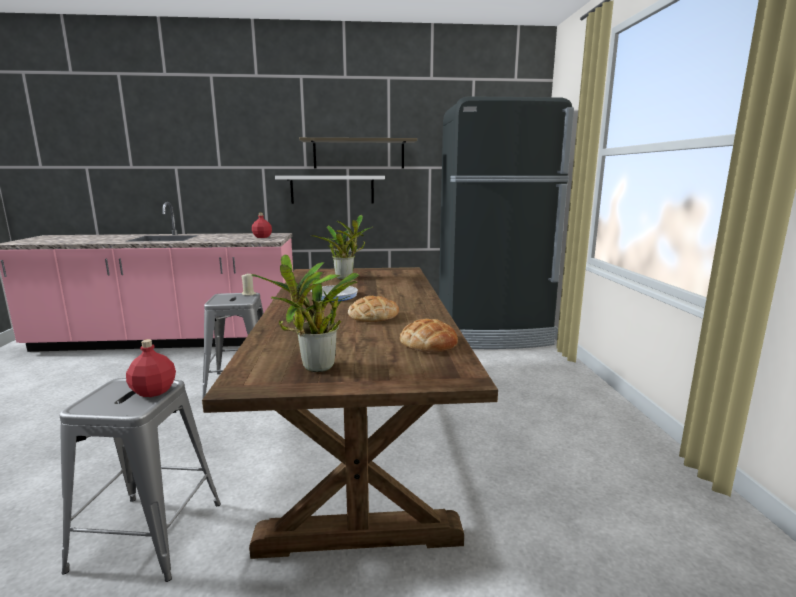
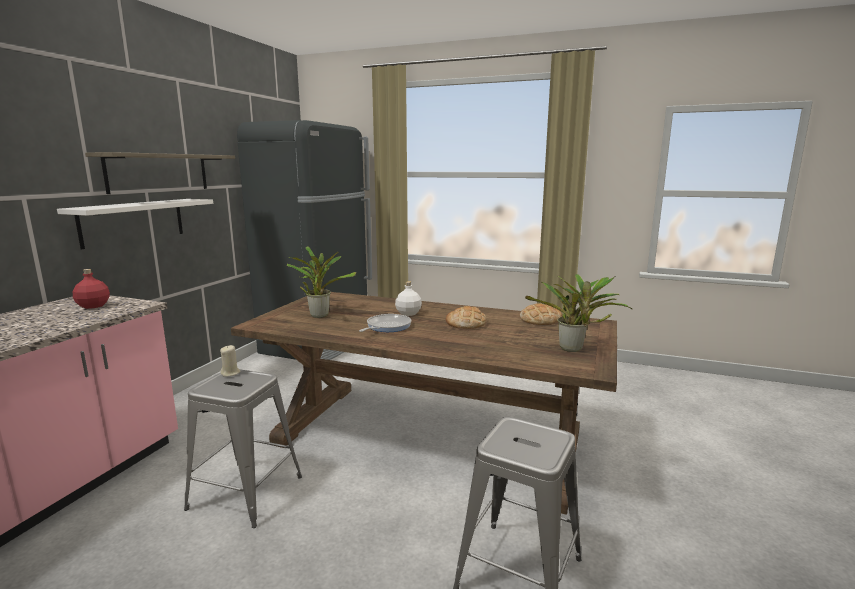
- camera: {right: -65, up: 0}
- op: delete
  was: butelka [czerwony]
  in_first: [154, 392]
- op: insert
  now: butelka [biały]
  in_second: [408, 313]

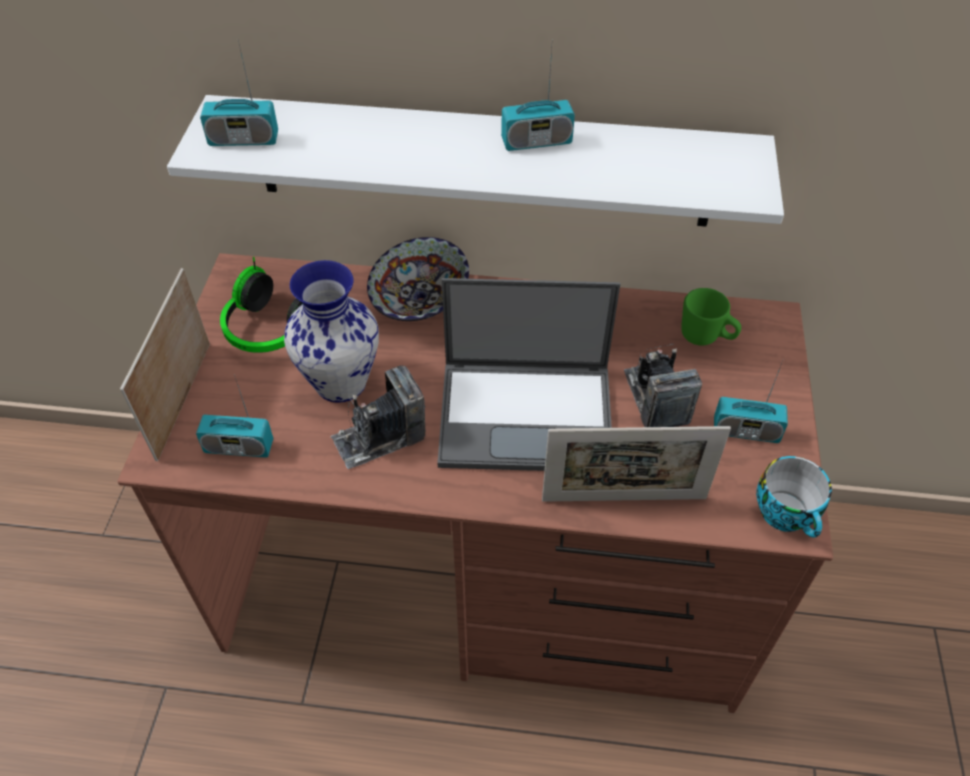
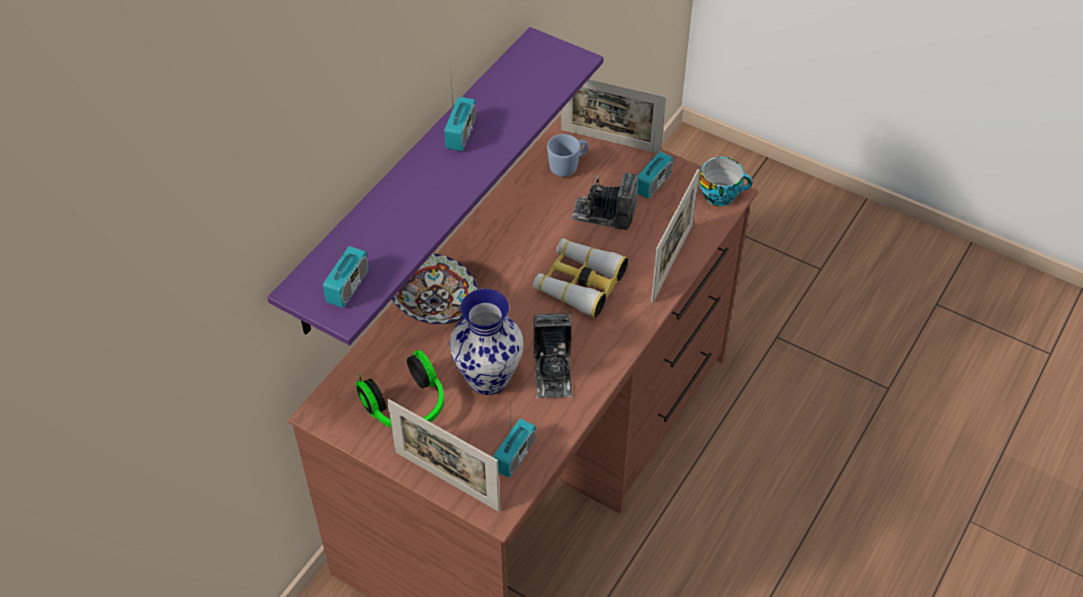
- camera: {right: -65, up: 0}
- op: insert
  now: ramka na zdjęcie
  in_second: [610, 141]
- op: replace
  was: laptop
  now: lornetka
  in_first: [528, 414]
  in_second: [579, 283]
- op: recolor
  was: półka [biały]
  now: półka [fioletowy]
  in_first: [483, 162]
  in_second: [413, 181]
- op: recolor
  was: kubek [zielony]
  now: kubek [niebieski]
  in_first: [706, 337]
  in_second: [568, 166]

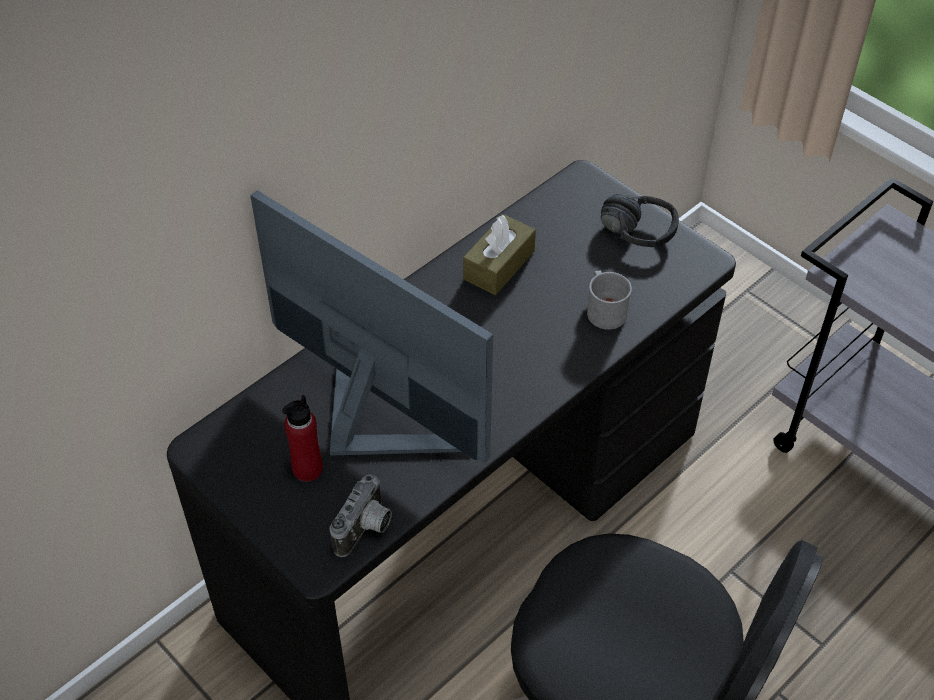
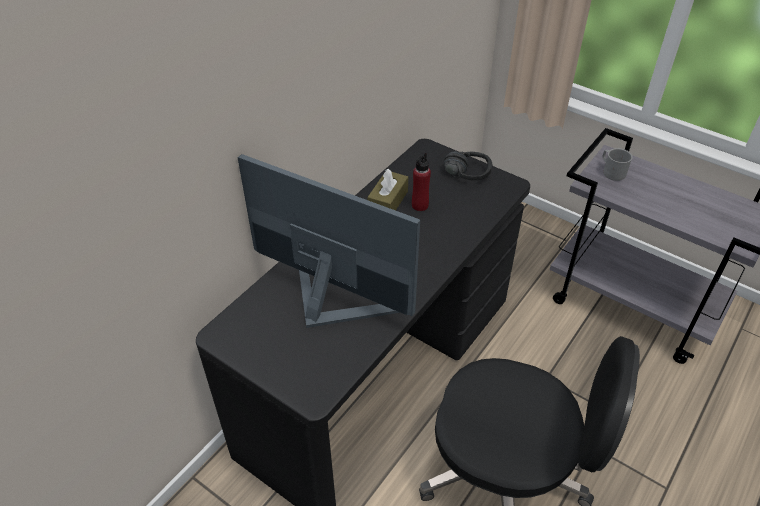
- camera: {right: -10, up: -5}
- op: delete
  was: aparat fotograficzny
  in_first: [366, 529]
- op: move
  was: butelka [czerwony]
  in_first: [307, 469]
  in_second: [420, 205]
- op: move
  was: kubek [szary]
  in_first: [604, 309]
  in_second: [611, 171]

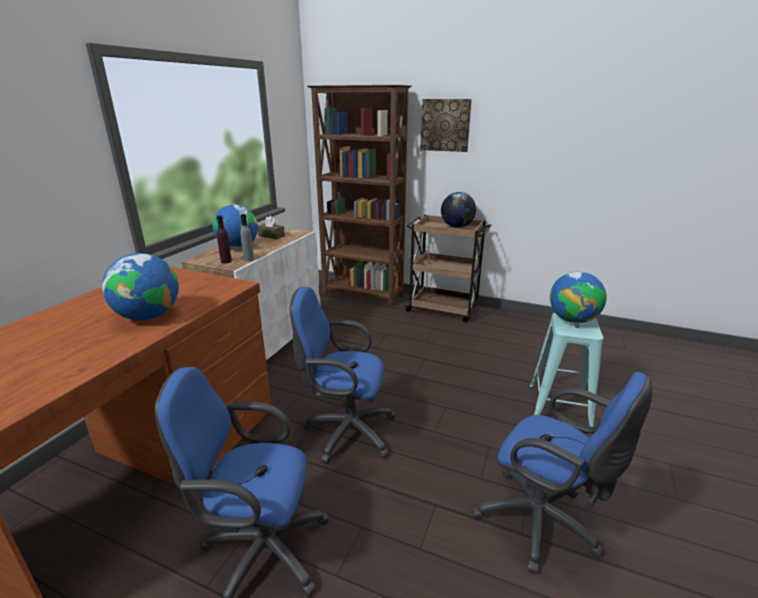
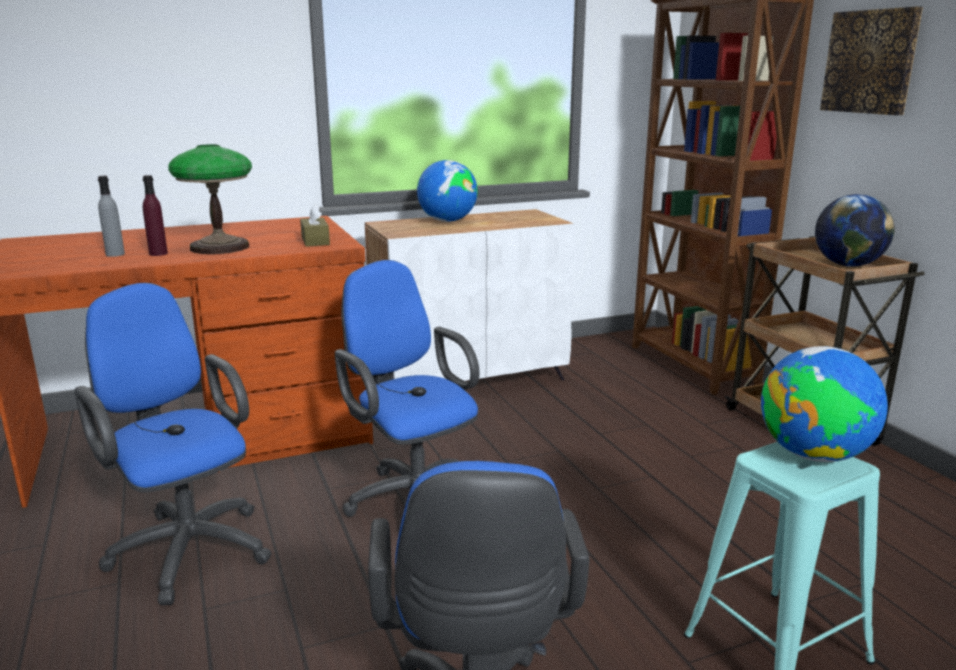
- camera: {right: 45, up: -5}
- op: move
  was: butelka [fioletowy]
  in_first: [226, 261]
  in_second: [158, 253]
- op: move
  was: butelka [szary]
  in_first: [249, 259]
  in_second: [115, 254]
- op: move
  was: pudełko chusteczek [brązowy]
  in_first: [271, 236]
  in_second: [315, 241]
- op: replace
  was: globus
  now: lampa stołowa
  in_first: [148, 316]
  in_second: [219, 247]

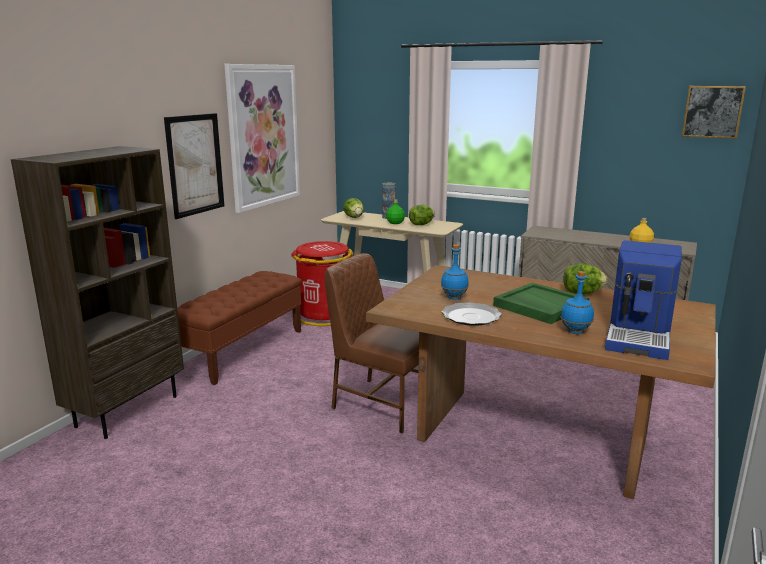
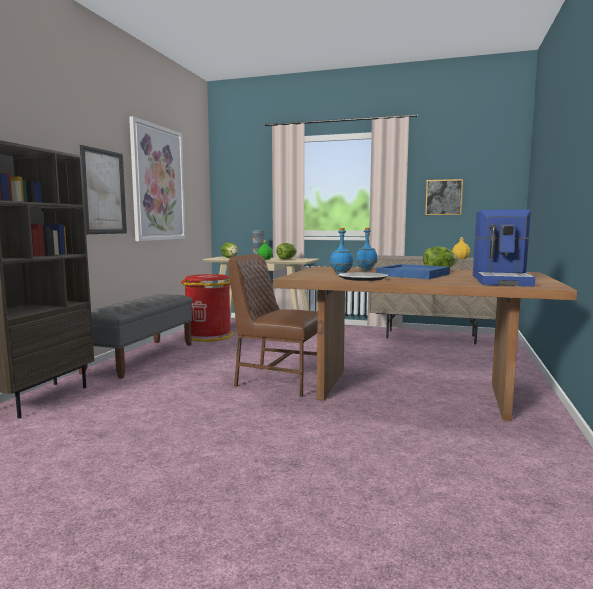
- camera: {right: -10, up: -10}
- op: move
  was: butelka [niebieski]
  in_first: [575, 331]
  in_second: [366, 270]
- op: move
  was: obraz
  in_first: [712, 112]
  in_second: [443, 197]
- op: recolor
  was: ławka [brązowy]
  now: ławka [szary]
  in_first: [241, 350]
  in_second: [141, 357]
- op: recolor
  was: taca [zielony]
  now: taca [niebieski]
  in_first: [539, 306]
  in_second: [412, 274]

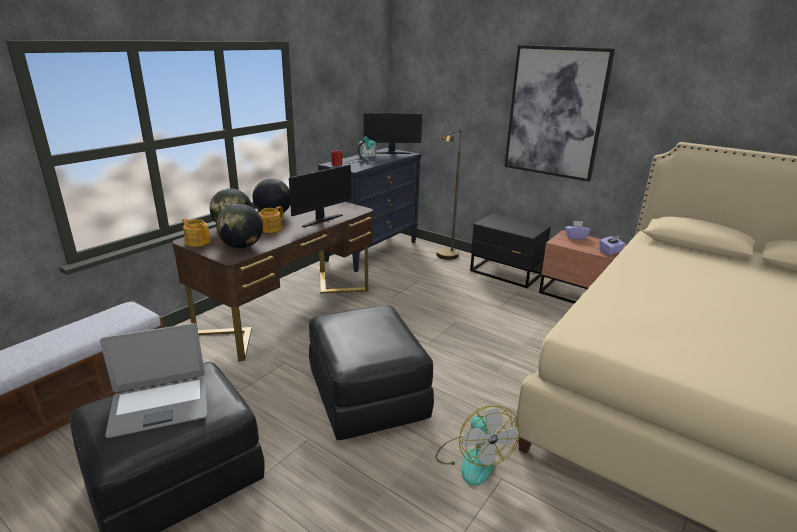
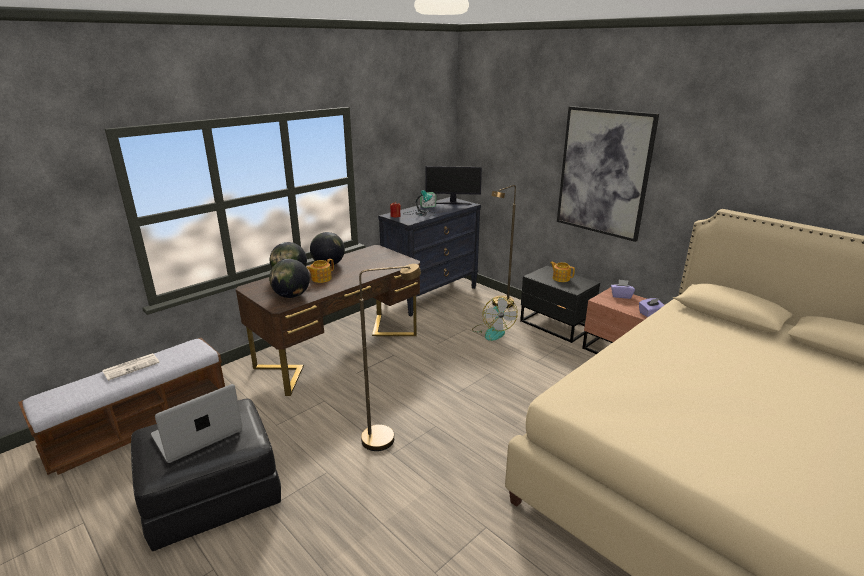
- camera: {right: 10, up: 0}
- op: delete
  was: monitor
  in_first: [321, 220]
- op: insert
  now: gazeta
  in_second: [132, 366]
- op: move
  was: imbryk
  in_first: [198, 241]
  in_second: [560, 278]
- op: move
  was: wentylator
  in_first: [472, 459]
  in_second: [493, 331]
- op: replace
  was: pufa [czarny]
  now: lampa stojąca [brązowy]
  in_first: [366, 395]
  in_second: [387, 437]
- op: rotate
  was: laptop
  in_first: [160, 406]
  in_second: [198, 434]
  clockwise: 150

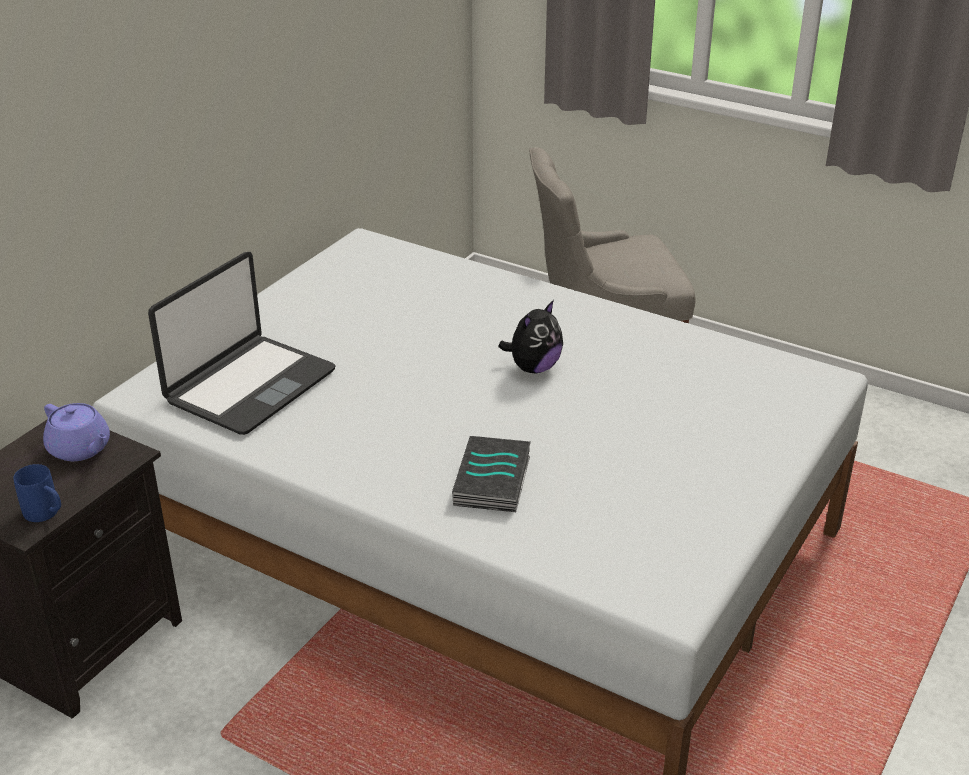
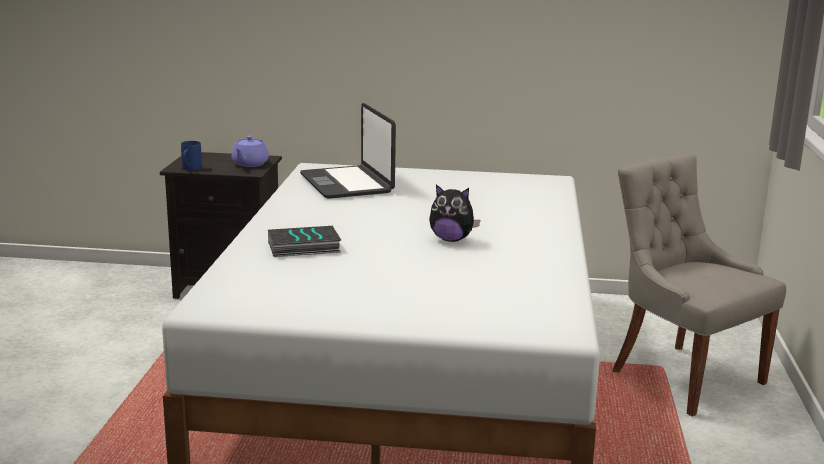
- camera: {right: 65, up: -15}
- op: rotate
  was: laptop
  in_first: [249, 386]
  in_second: [347, 184]
  clockwise: 60

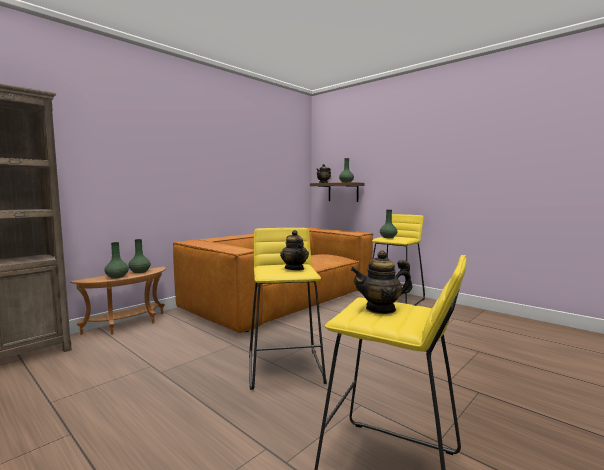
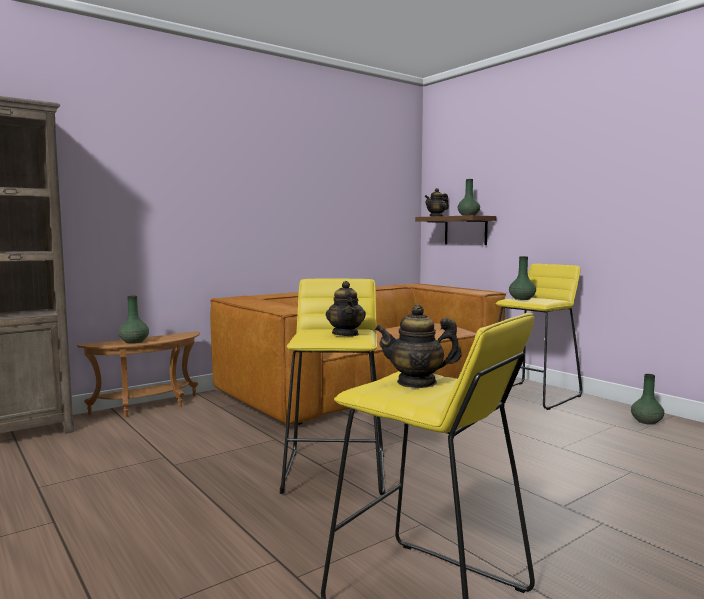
- camera: {right: 10, up: 0}
- op: move
  was: wazon [zielony]
  in_first: [139, 272]
  in_second: [646, 422]

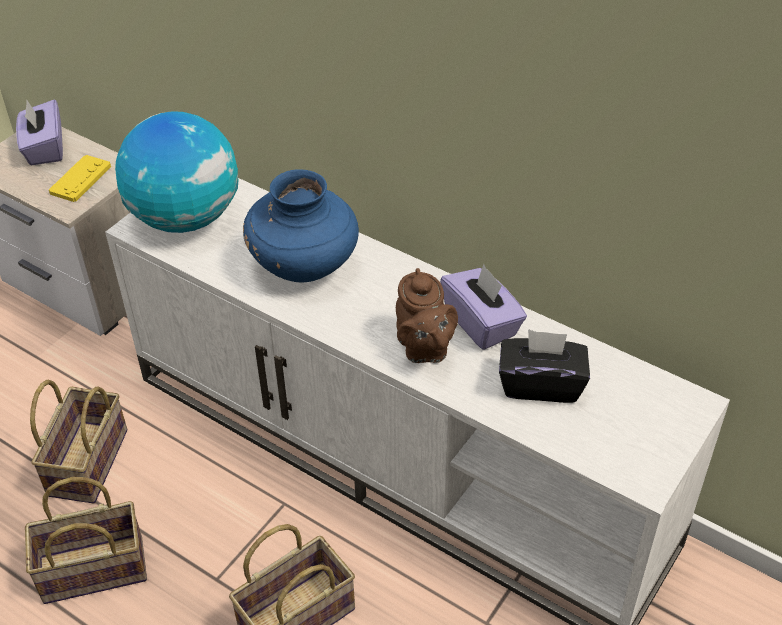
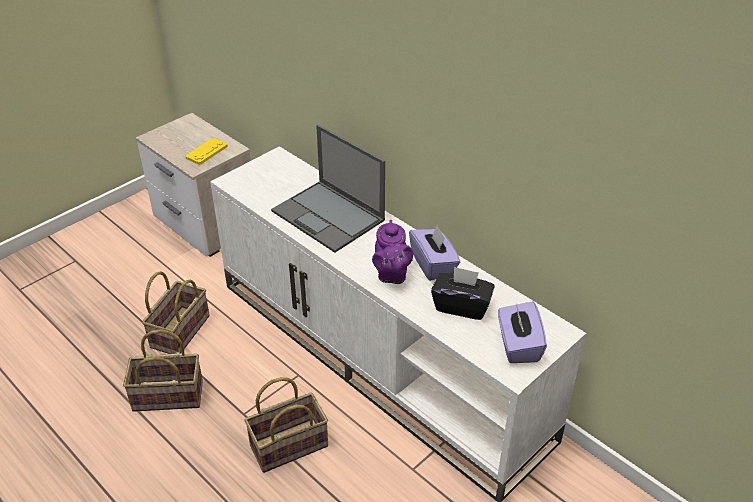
- camera: {right: 10, up: -5}
- op: delete
  was: globus
  in_first: [185, 218]
- op: move
  was: pudełko chusteczek [fioletowy]
  in_first: [44, 149]
  in_second: [518, 345]
- op: replace
  was: wazon [niebieski]
  now: laptop
  in_first: [305, 265]
  in_second: [329, 216]
- op: recolor
  was: imbryk [brązowy]
  now: imbryk [fioletowy]
  in_first: [424, 349]
  in_second: [391, 275]

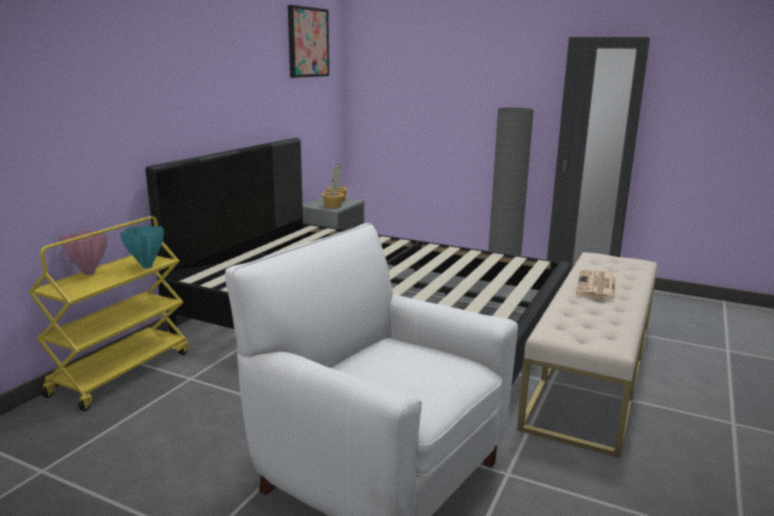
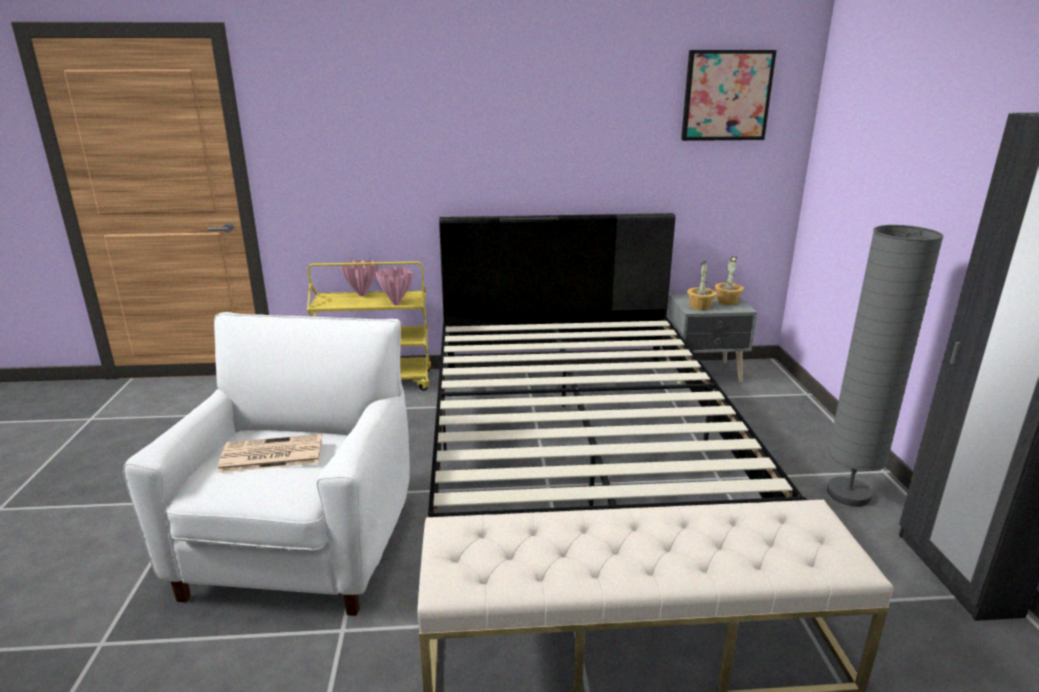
- camera: {right: 60, up: 5}
- op: move
  was: gazeta
  in_first: [597, 286]
  in_second: [270, 455]
- op: recolor
  was: wazon [turkusowy]
  now: wazon [różowy]
  in_first: [147, 266]
  in_second: [396, 303]

